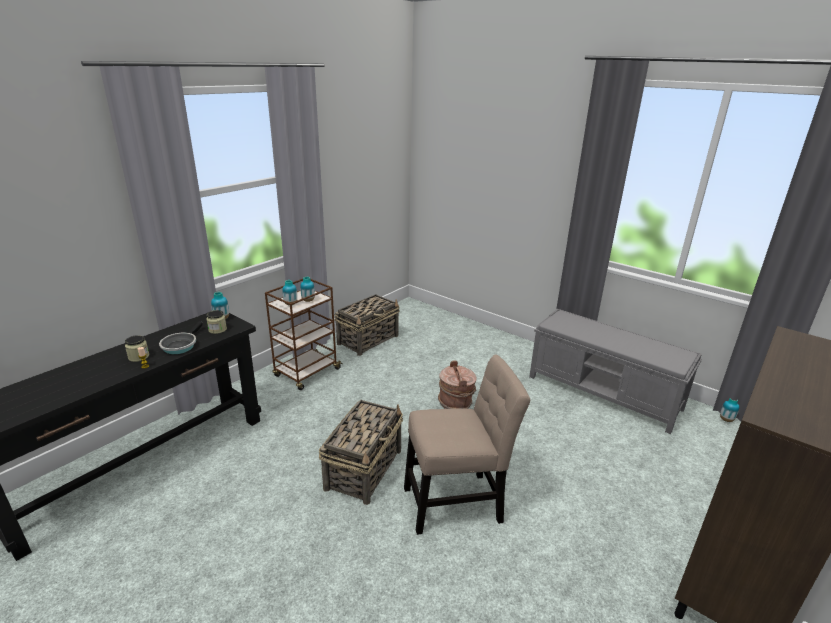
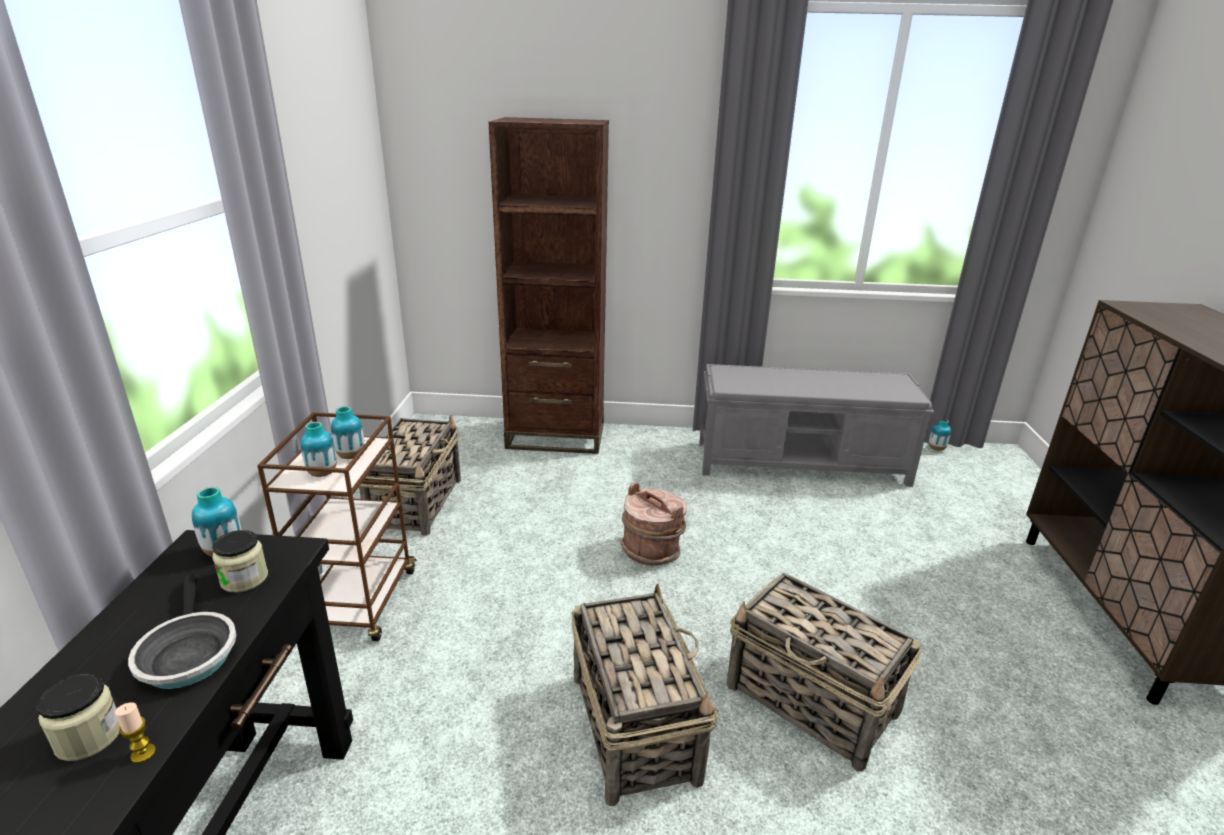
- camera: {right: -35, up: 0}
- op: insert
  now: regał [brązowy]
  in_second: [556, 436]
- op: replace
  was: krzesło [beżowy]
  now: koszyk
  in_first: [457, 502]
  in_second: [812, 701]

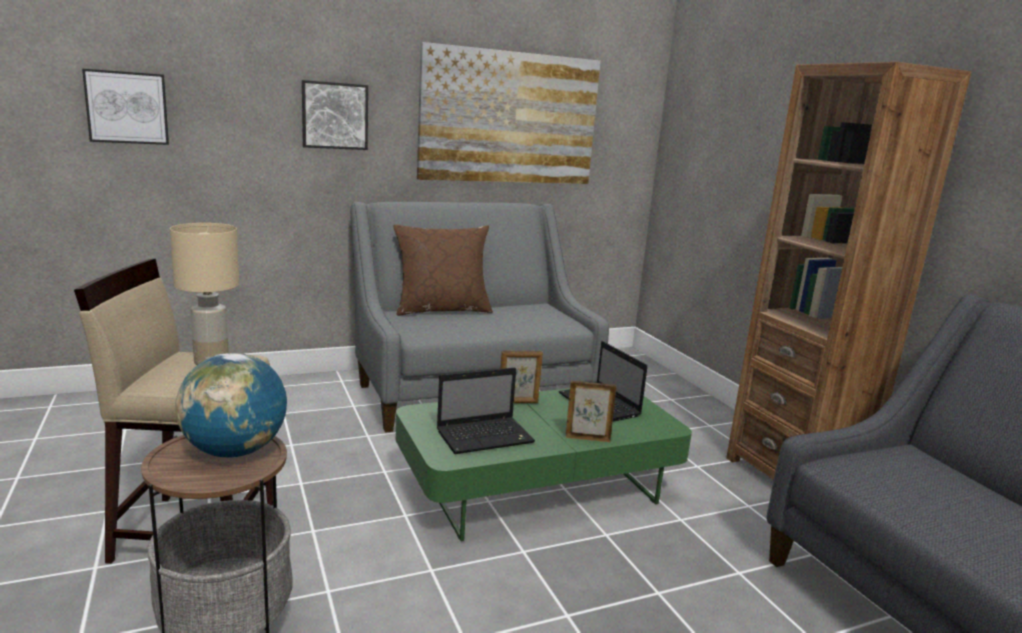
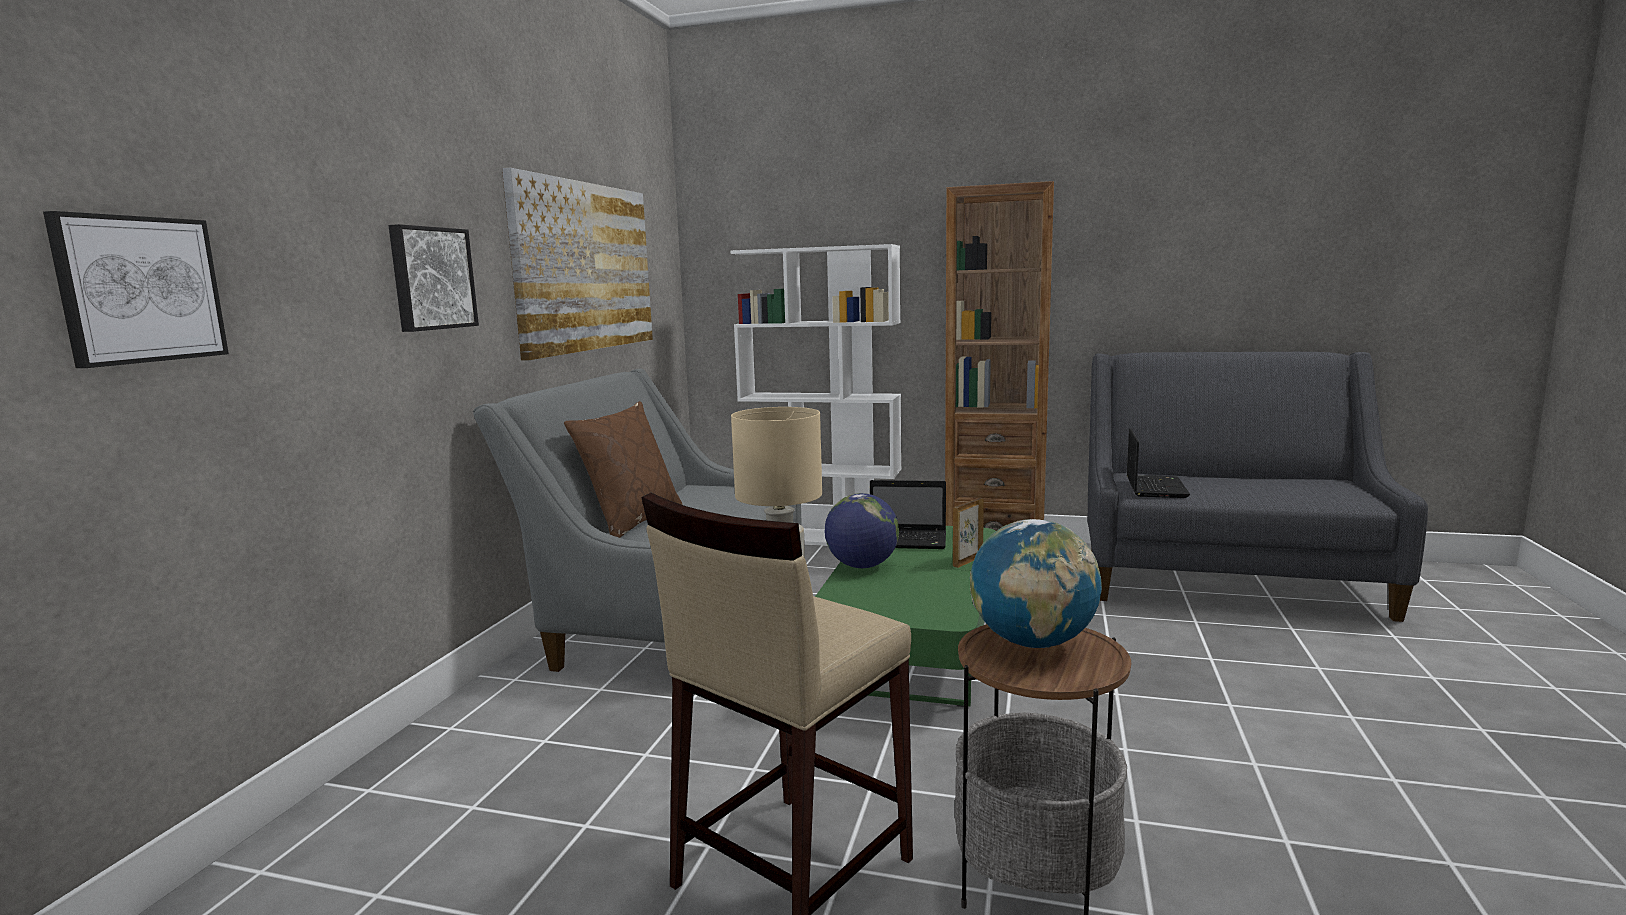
- camera: {right: -50, up: -5}
- op: insert
  now: regał [biały]
  in_second: [824, 538]
- op: move
  was: laptop
  in_first: [486, 436]
  in_second: [1155, 487]
- op: replace
  was: ramka na zdjęcie
  now: globus
  in_first: [518, 402]
  in_second: [862, 566]

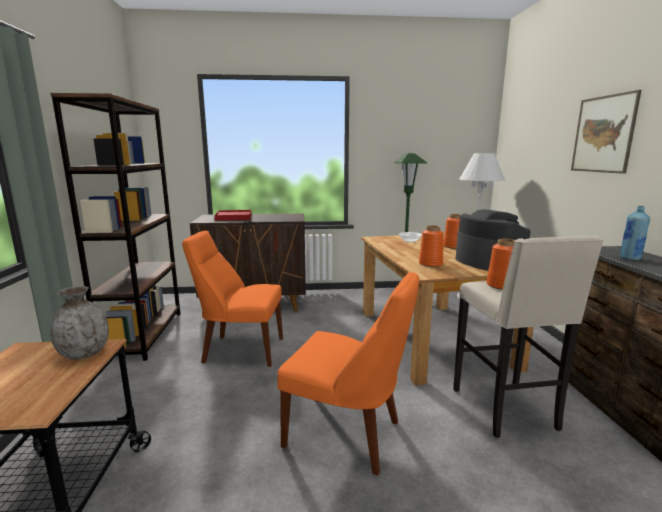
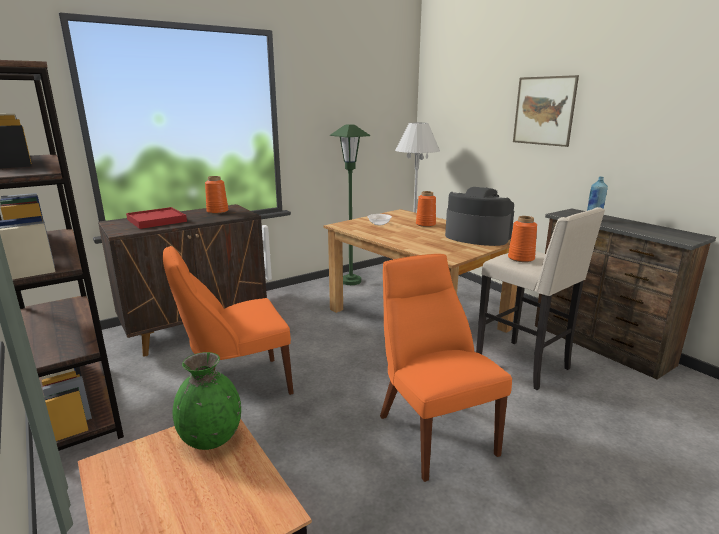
- camera: {right: -30, up: 5}
- op: move
  was: wazon [pomarańczowy]
  in_first: [430, 264]
  in_second: [217, 211]
- op: recolor
  was: wazon [szary]
  now: wazon [zielony]
  in_first: [84, 354]
  in_second: [211, 438]
- op: rotate
  was: krzesło [pomarańczowy]
  in_first: [348, 435]
  in_second: [432, 431]
  clockwise: -105

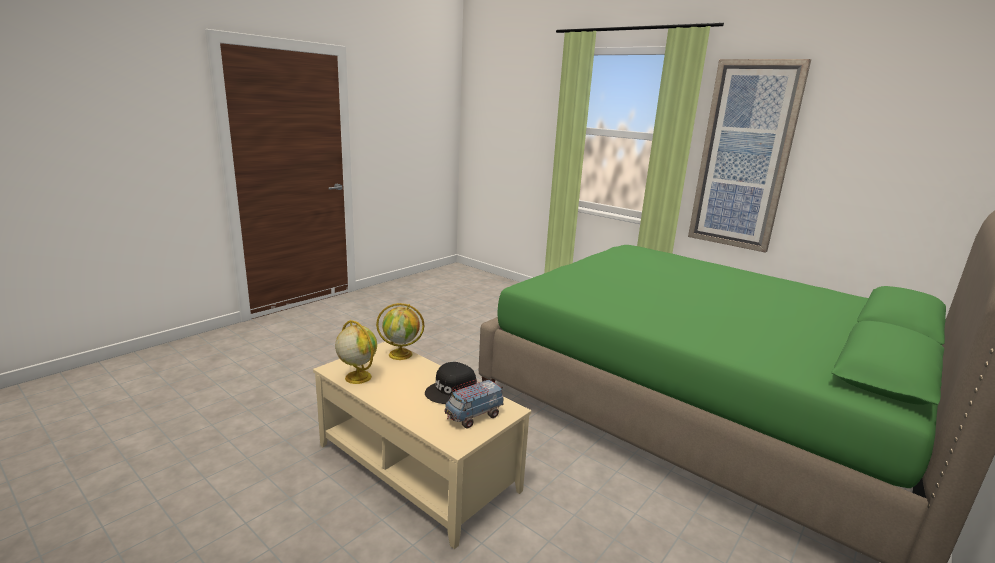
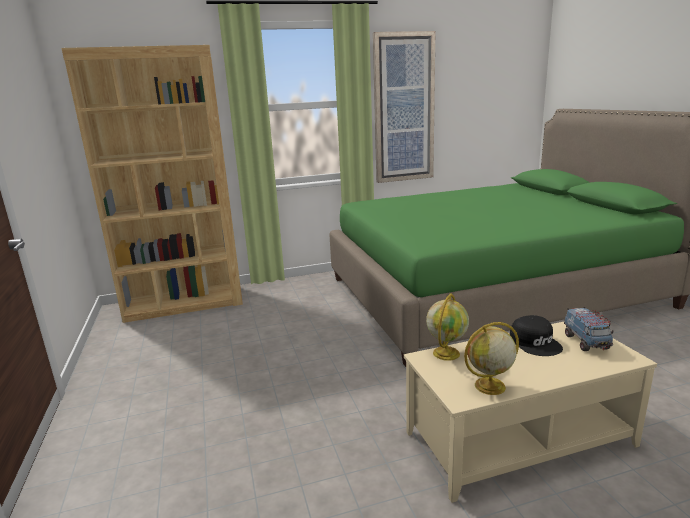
- camera: {right: -55, up: 0}
- op: insert
  now: regał [brązowy]
  in_second: [185, 303]

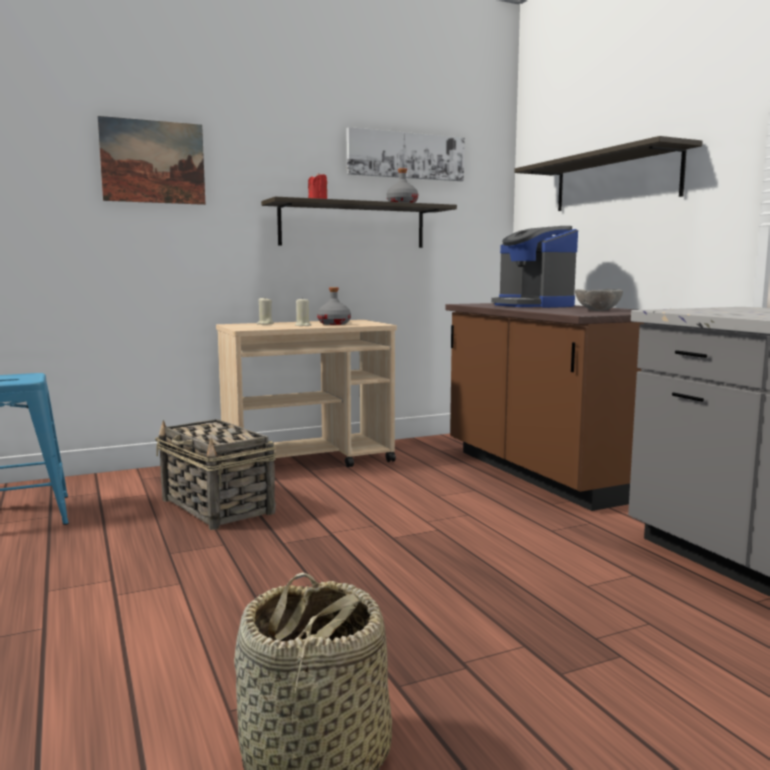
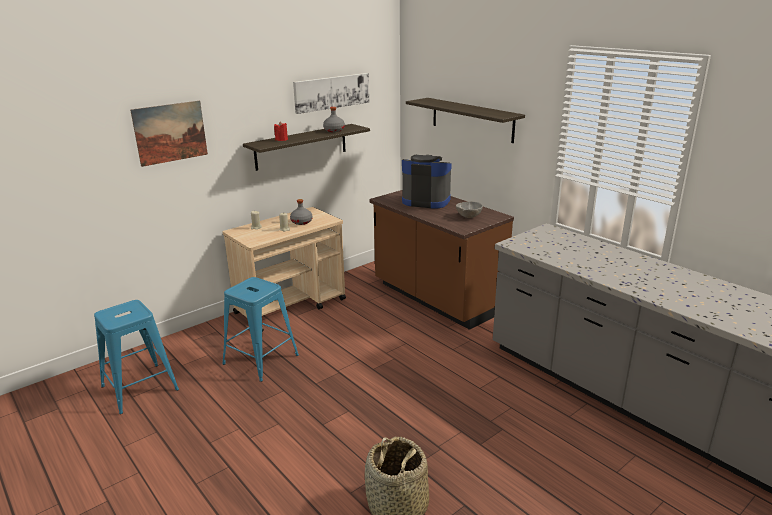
- camera: {right: -15, up: 15}
- op: replace
  was: koszyk
  now: stołek [niebieski]
  in_first: [218, 507]
  in_second: [260, 359]
- op: rotate
  was: ekspres do kawy
  in_first: [533, 305]
  in_second: [426, 201]
  clockwise: 150

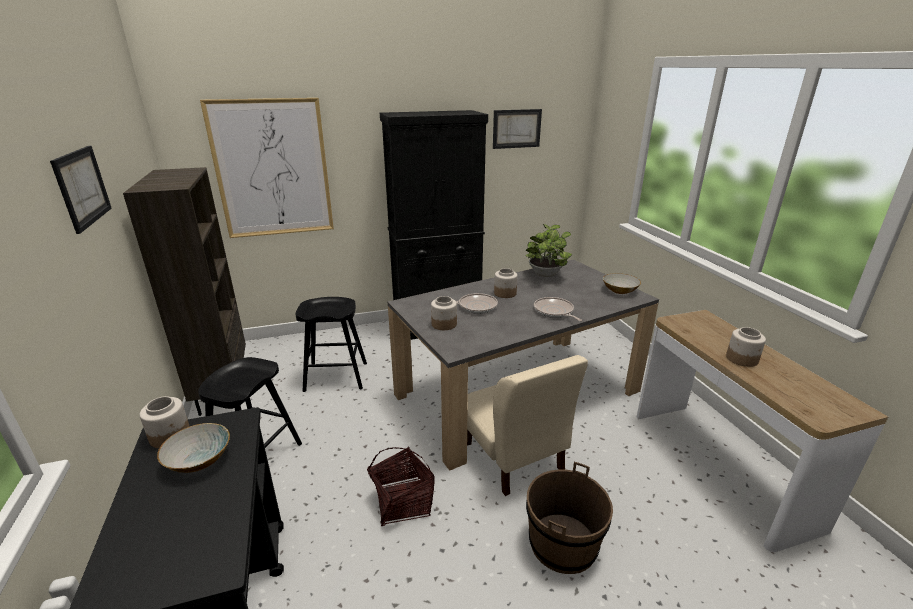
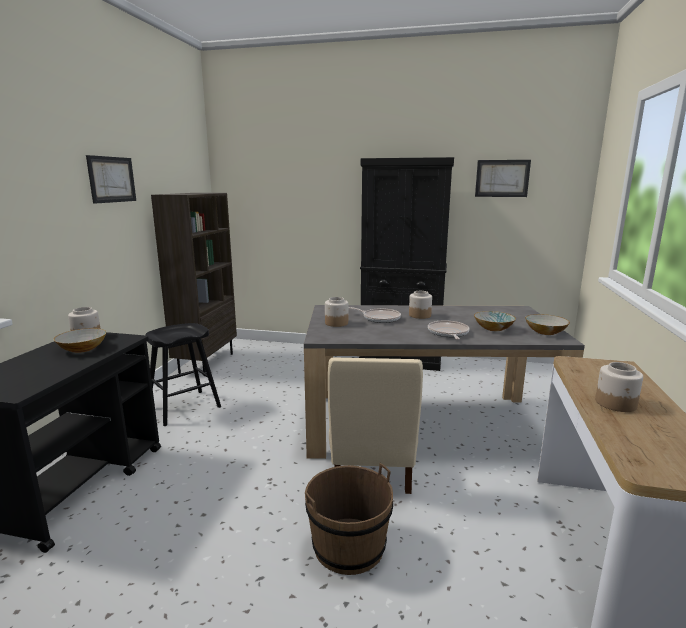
- camera: {right: 30, up: -10}
- op: delete
  was: obraz
  in_first: [272, 169]
- op: delete
  was: stołek [czarny]
  in_first: [336, 377]
- op: delete
  was: koszyk
  in_first: [402, 502]
- op: delete
  was: roślina doniczkowa
  in_first: [545, 275]
- op: insert
  now: miska
  in_second: [494, 328]

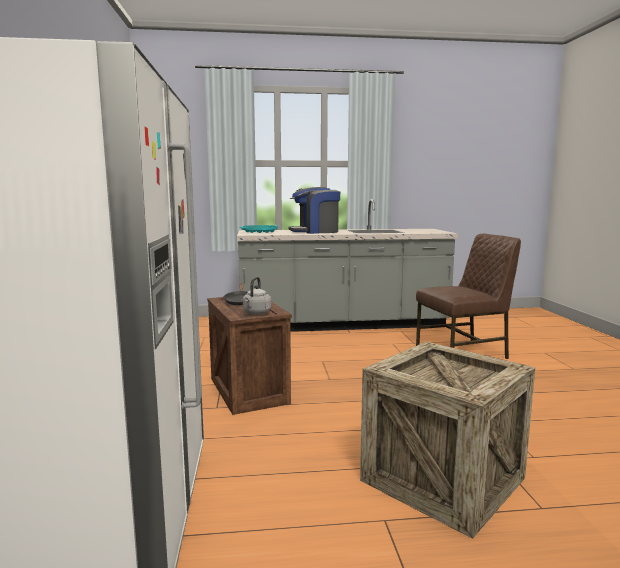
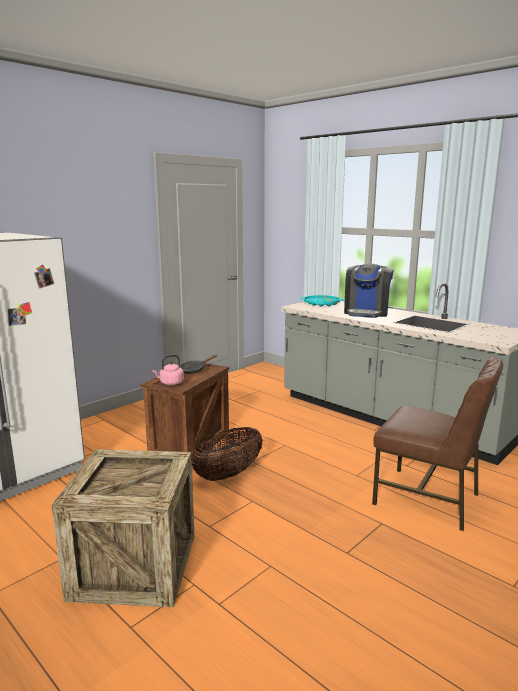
- camera: {right: 50, up: 5}
- op: insert
  now: koszyk
  in_second: [228, 474]
- op: recolor
  was: czajnik [szary]
  now: czajnik [różowy]
  in_first: [256, 313]
  in_second: [170, 383]
- op: rotate
  was: ekspres do kawy
  in_first: [315, 231]
  in_second: [366, 312]
  clockwise: -105

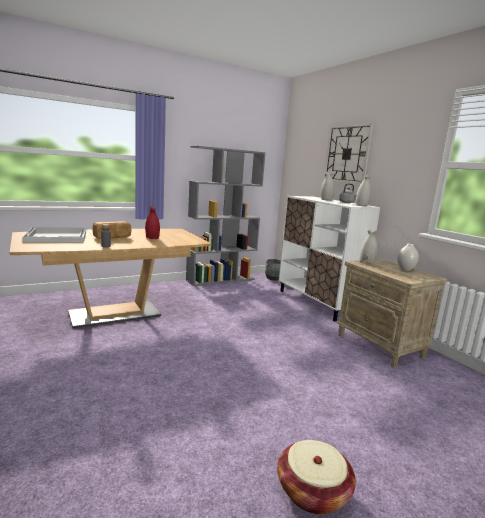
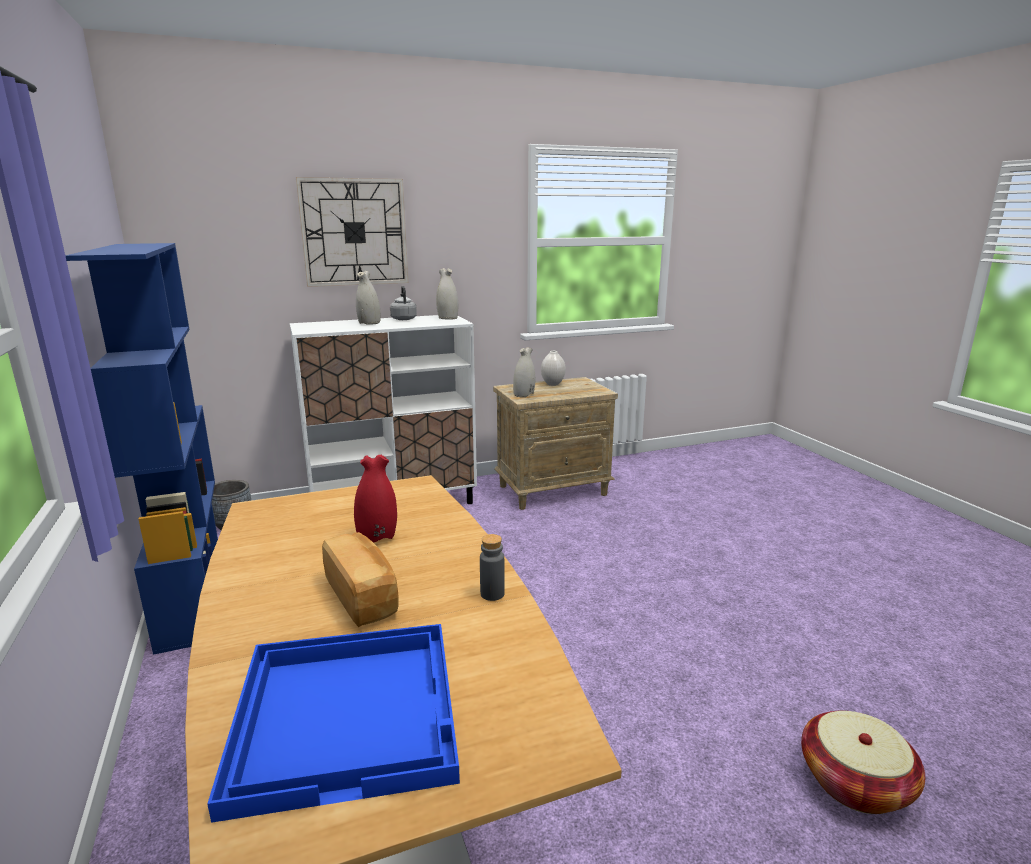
- camera: {right: -80, up: 5}
- op: move
  was: koszyk
  in_first: [312, 491]
  in_second: [854, 782]
- op: recolor
  was: taca [biały]
  now: taca [niebieski]
  in_first: [57, 237]
  in_second: [349, 712]
- op: recolor
  was: regał [szary]
  now: regał [niebieski]
  in_first: [221, 279]
  in_second: [193, 593]

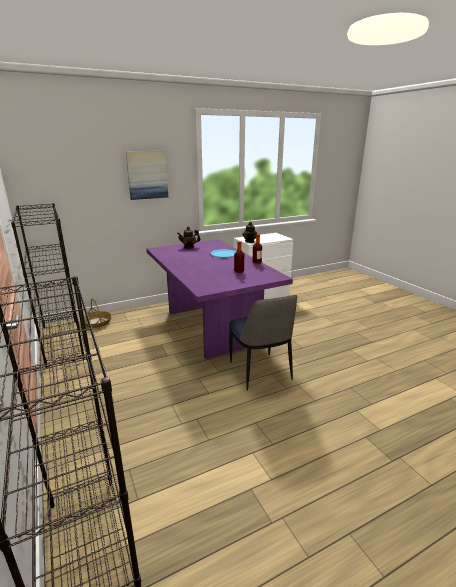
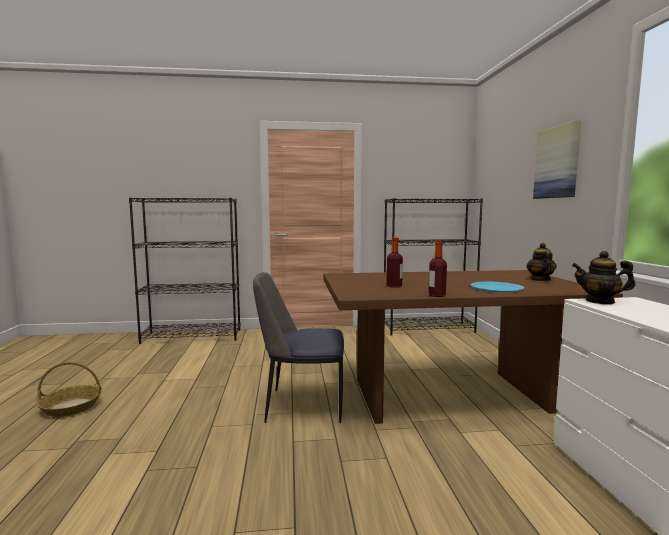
- camera: {right: 110, up: -15}
- op: move
  was: koszyk
  in_first: [97, 322]
  in_second: [71, 407]
- op: recolor
  was: stół jadalny [fioletowy]
  now: stół jadalny [brązowy]
  in_first: [212, 327]
  in_second: [447, 395]

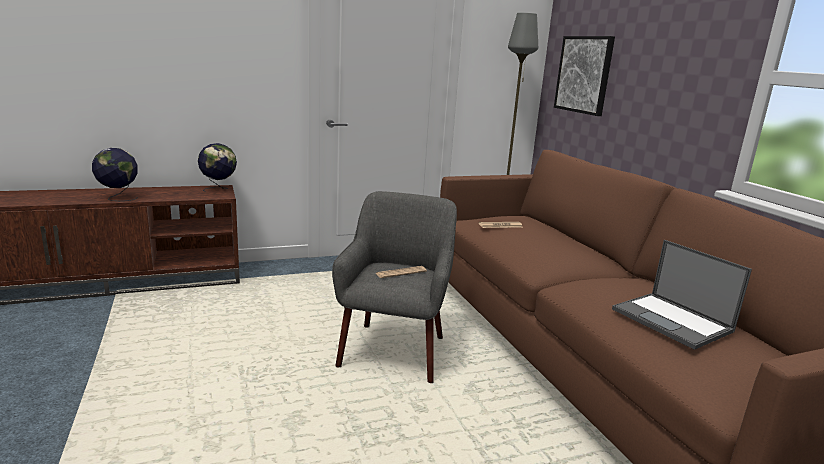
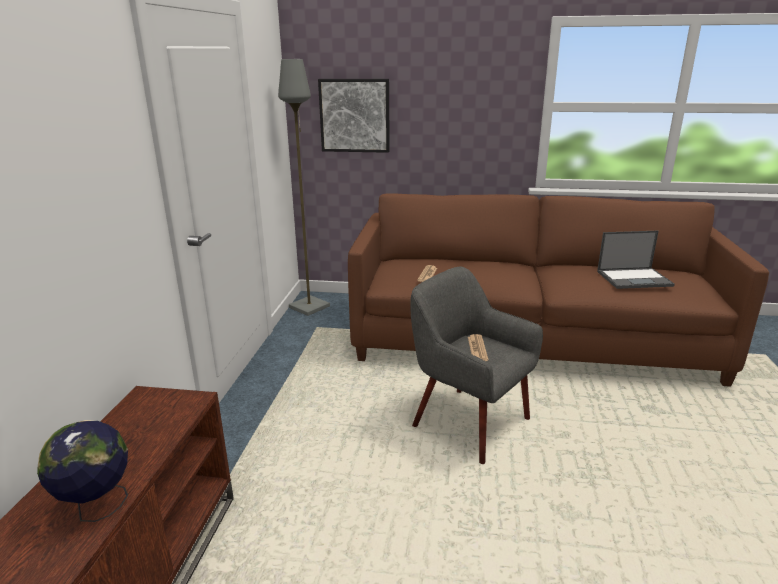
- camera: {right: -60, up: 5}
- op: delete
  was: globus
  in_first: [219, 189]

